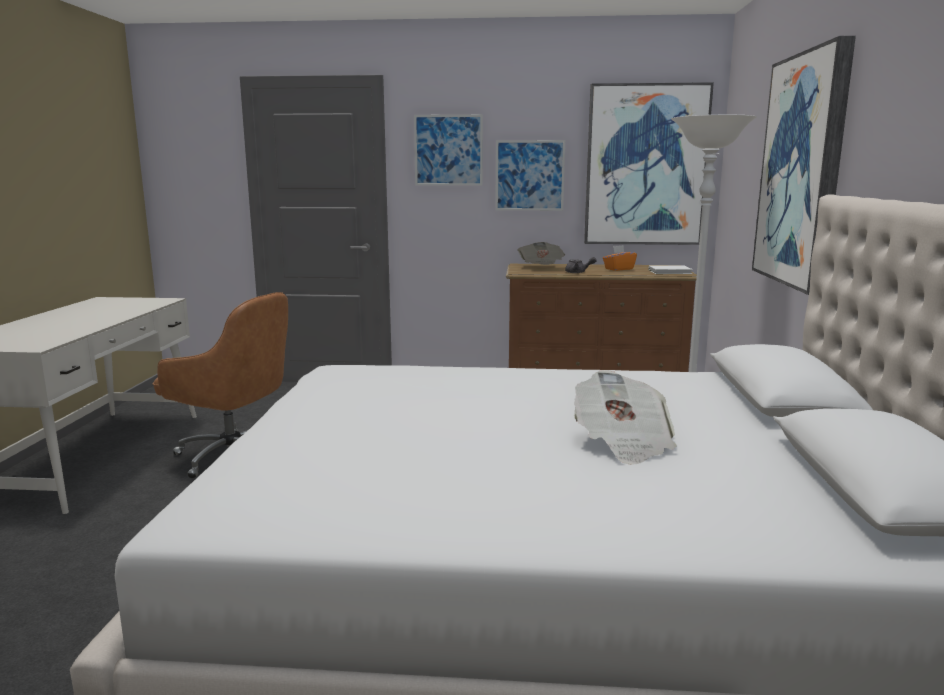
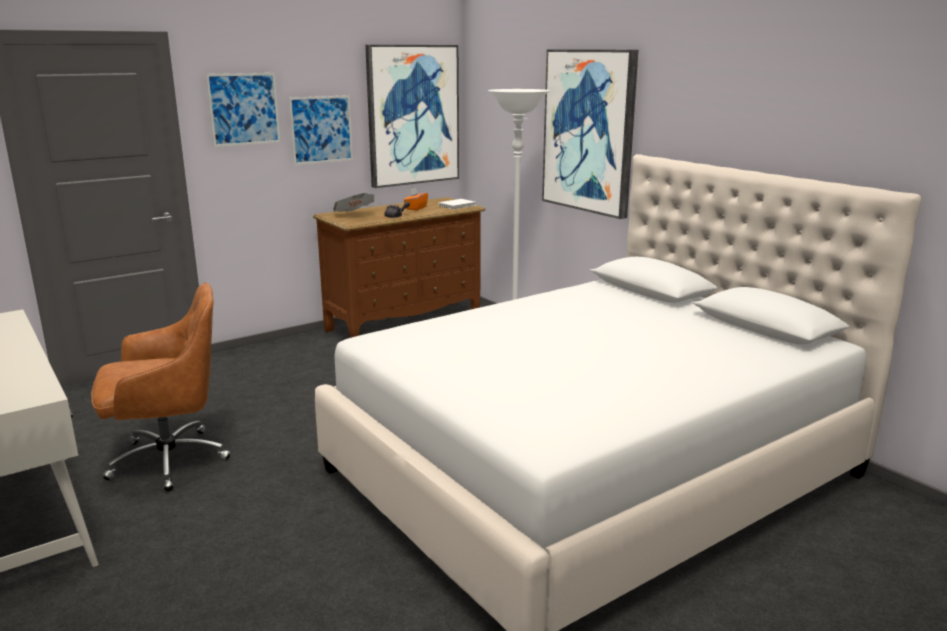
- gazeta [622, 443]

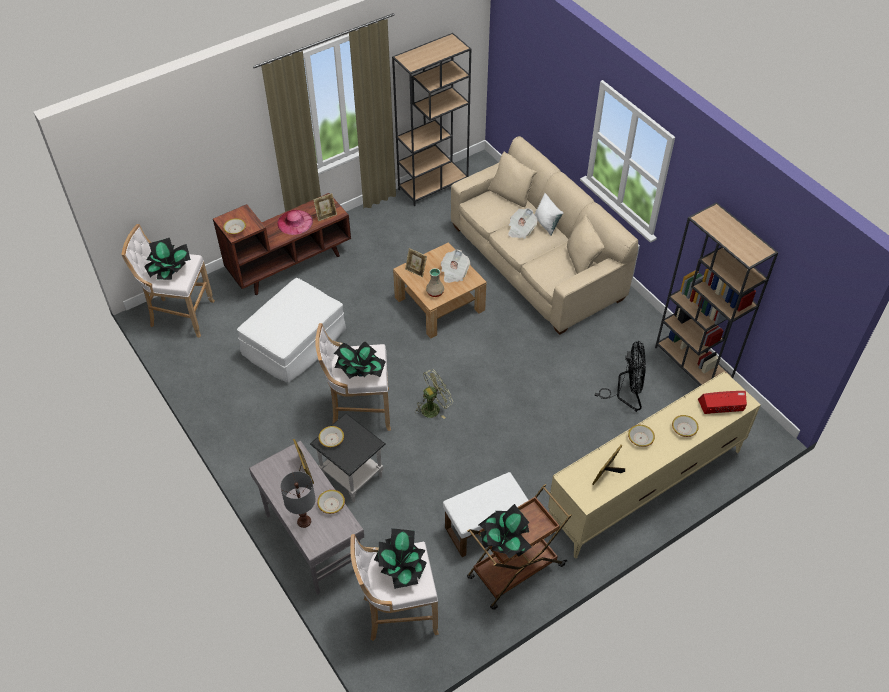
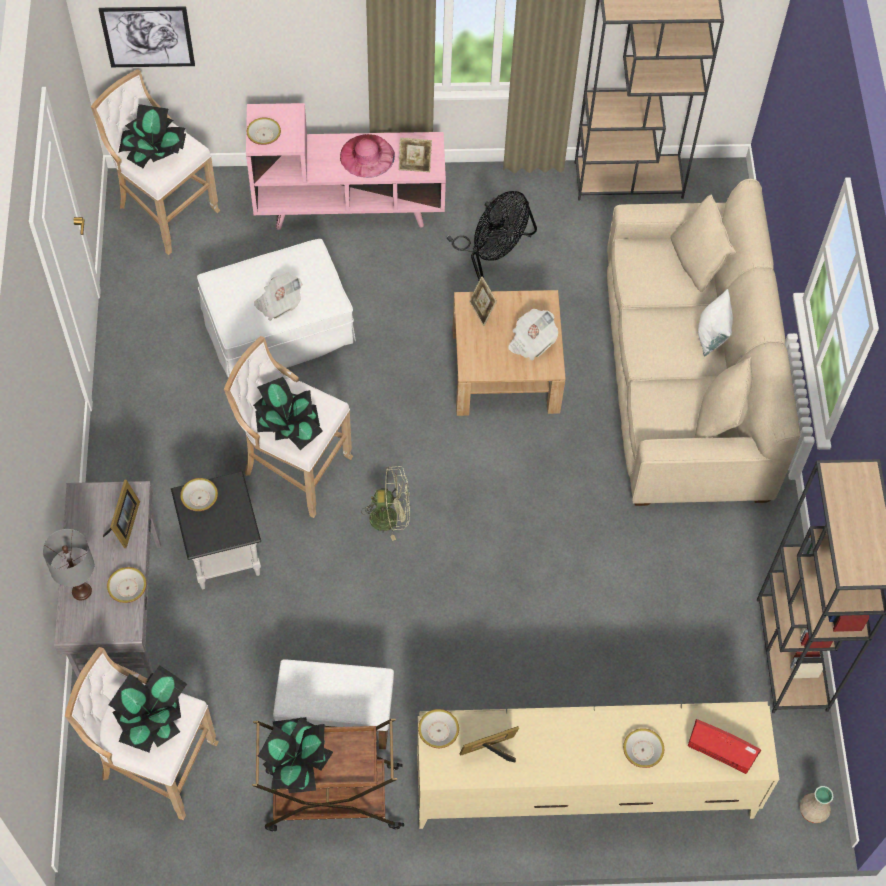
+ obraz [147, 36]
~ szafka pod telewizor [brązowy] [290, 264] to szafka pod telewizor [różowy] [350, 206]
~ gazeta [521, 229] to [279, 303]
~ miska [640, 438] to [438, 731]
~ wentylator [czarny] [626, 389] to [491, 251]
~ wazon [beżowy] [435, 292] to [814, 810]

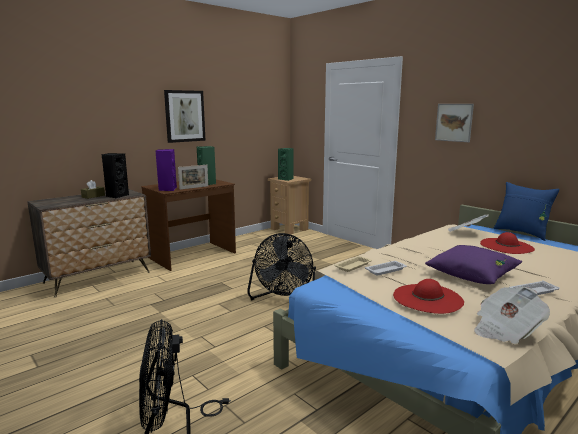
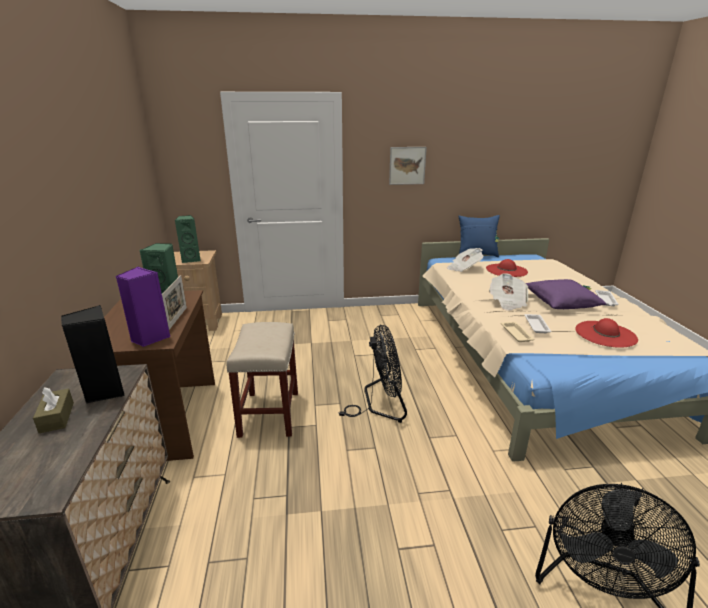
+ stołek [beżowy] [269, 414]
~ wentylator [czarny] [283, 298] = [378, 401] 60 degrees counterclockwise
~ gazeta [505, 330] to [507, 302]
- obraz [184, 116]

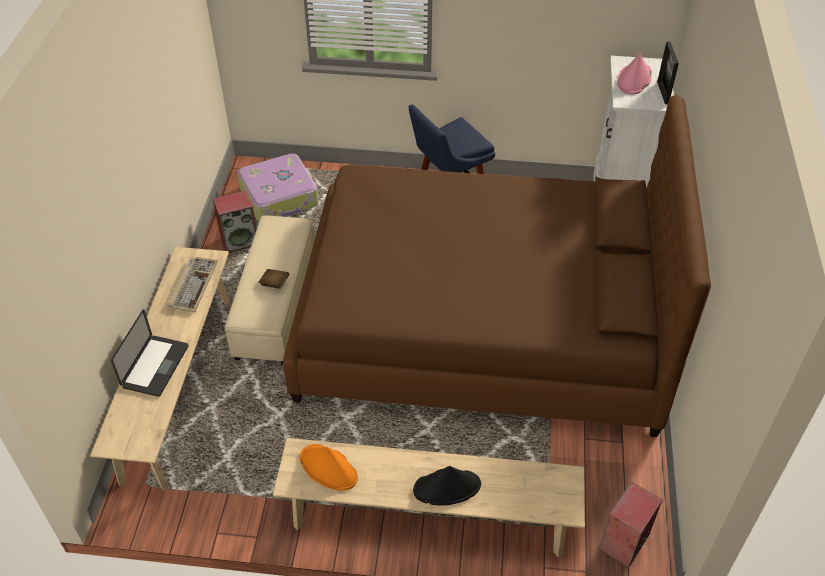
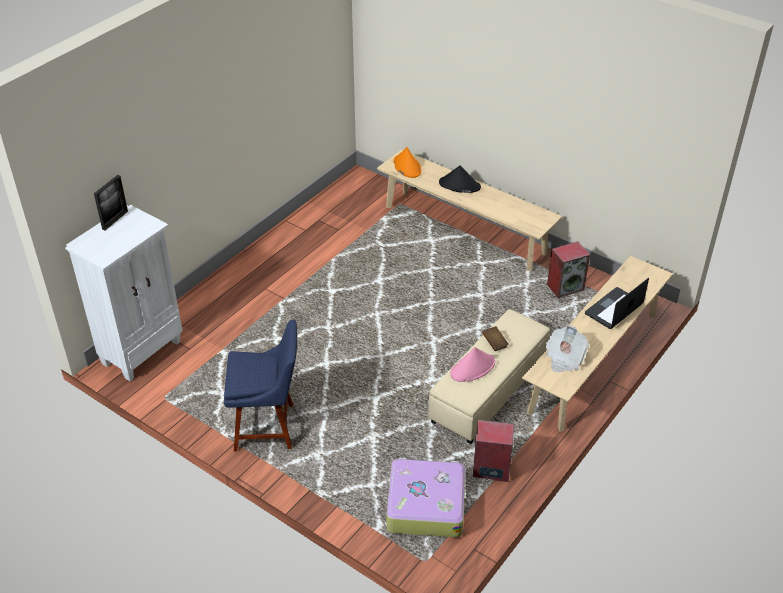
~ kapelusz [pomarańczowy] [329, 468] to [407, 166]
~ kapelusz [różowy] [634, 79] to [472, 368]
~ klawiatura [193, 285] to gazeta [564, 358]
~ głośnik [624, 543] to [565, 287]
- łóżko [brązowy] [481, 324]

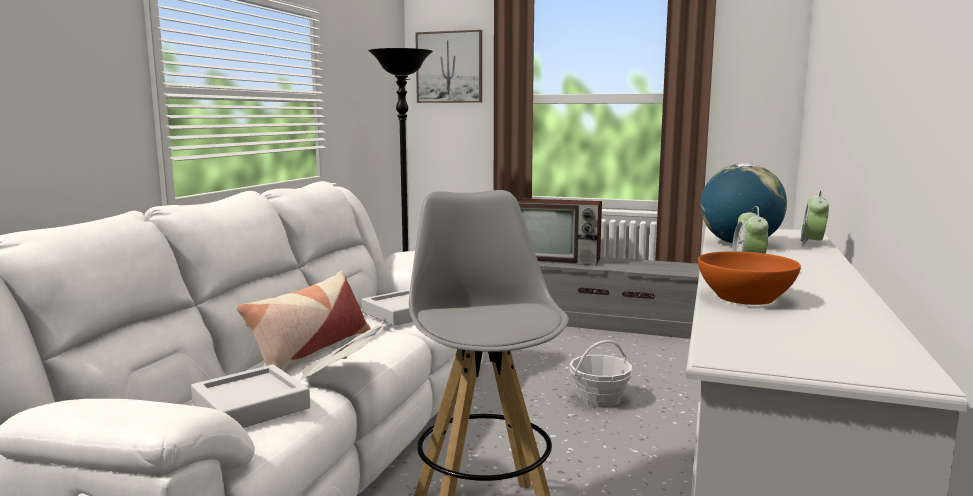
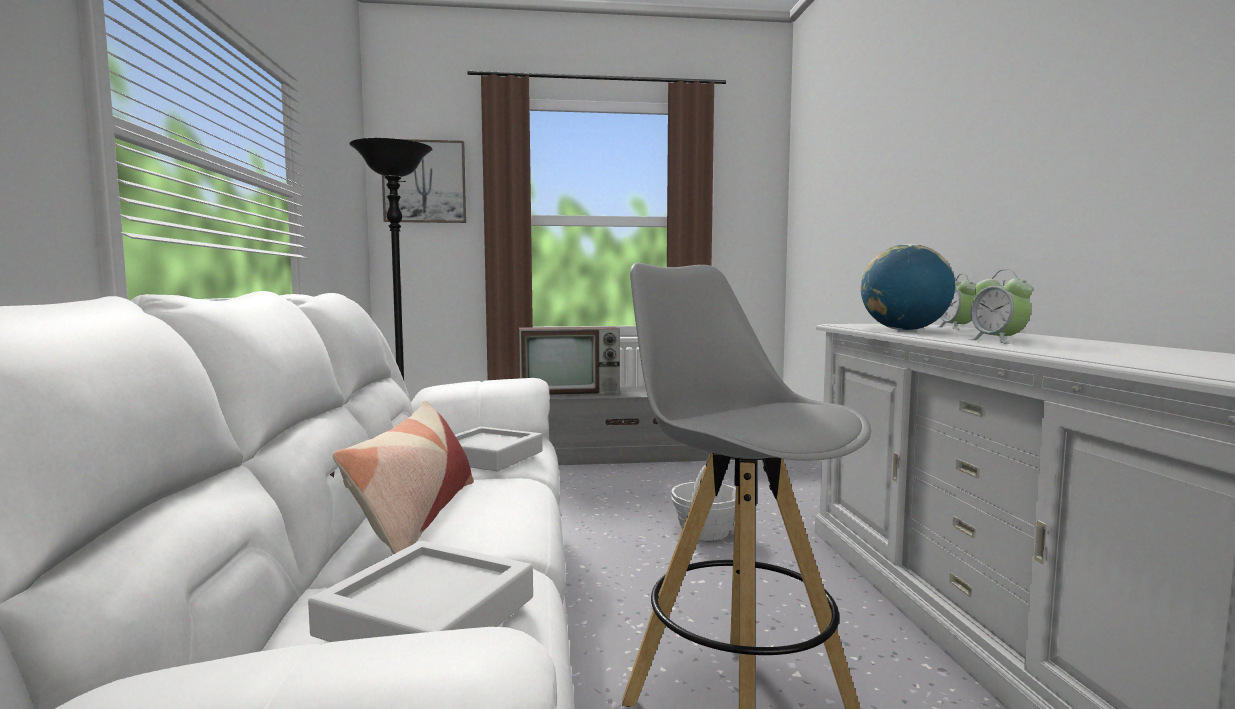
- gazeta [340, 374]
- miska [pomarańczowy] [745, 297]

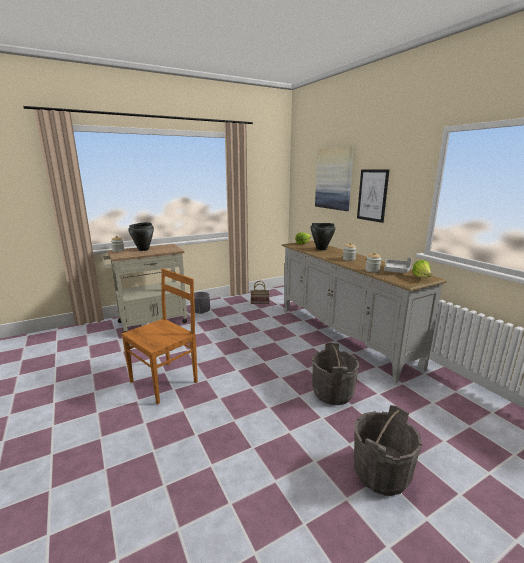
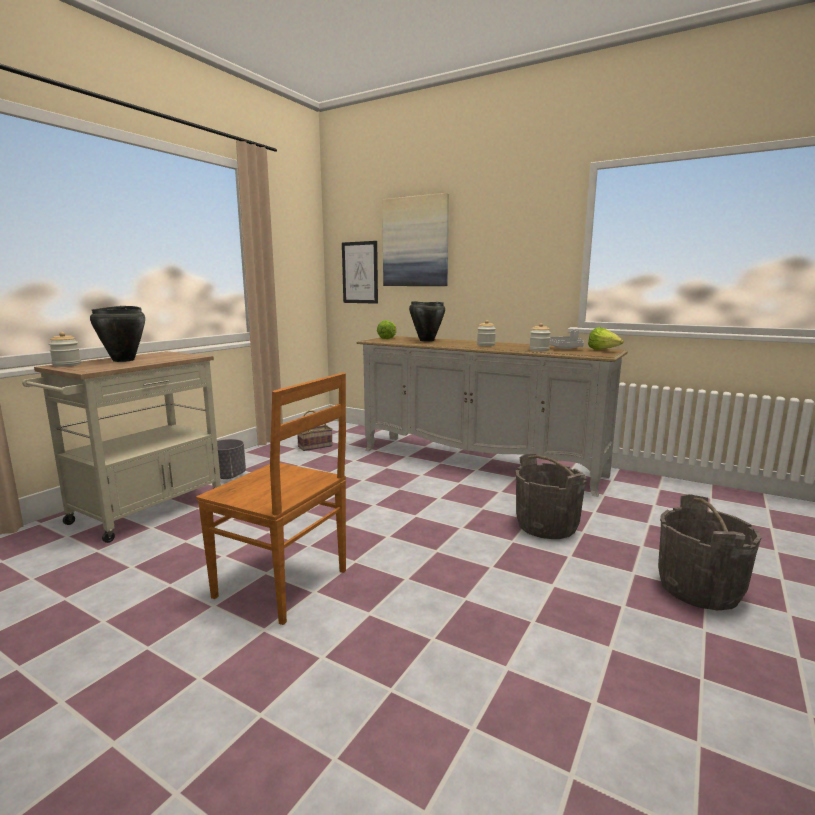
~ krzesło [brązowy] [165, 381] = [284, 585] 105 degrees clockwise
~ obraz [372, 195] to [360, 272]

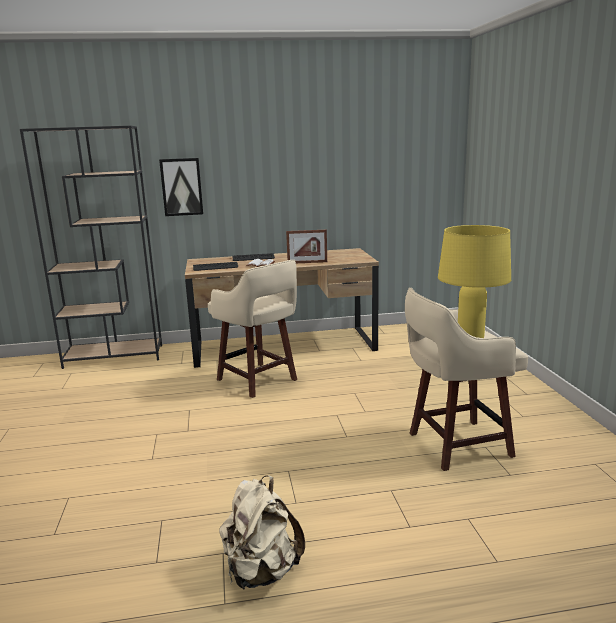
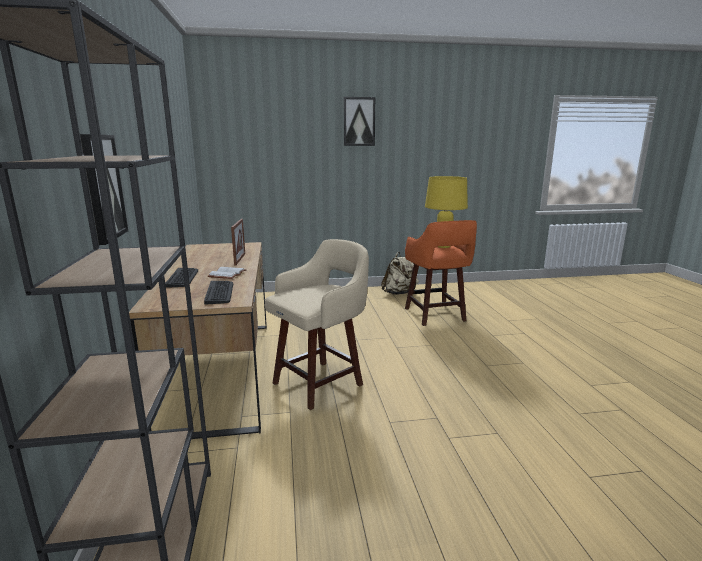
+ obraz [359, 121]
~ plecak [beżowy] [261, 571] to [399, 293]
~ stołek [beżowy] [455, 445] to stołek [pomarańczowy] [435, 316]

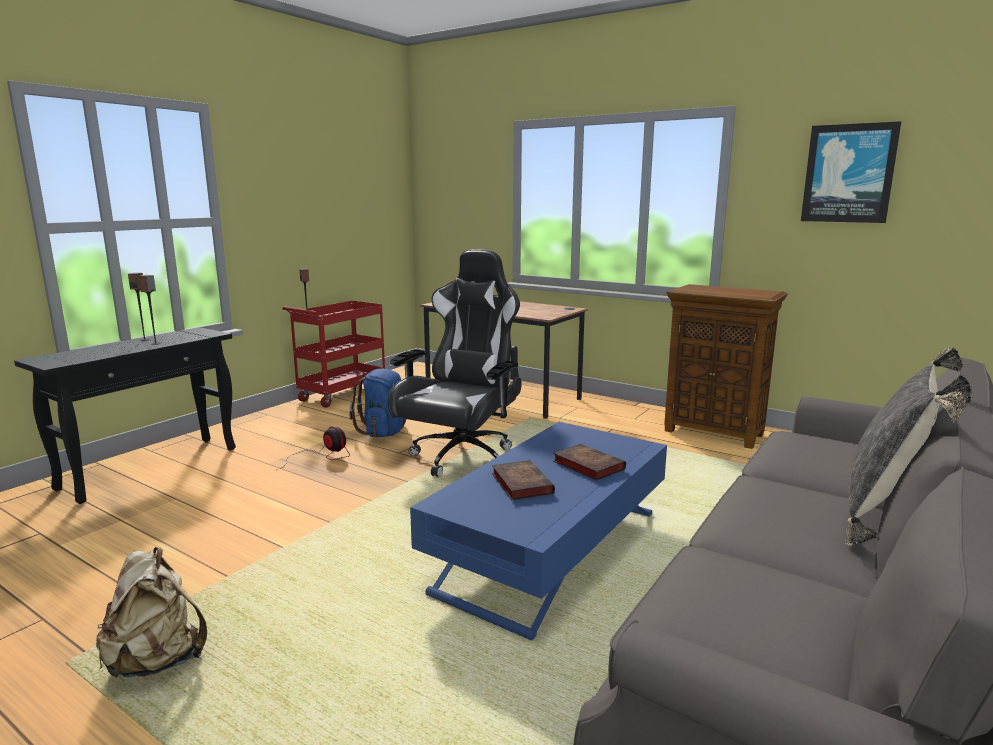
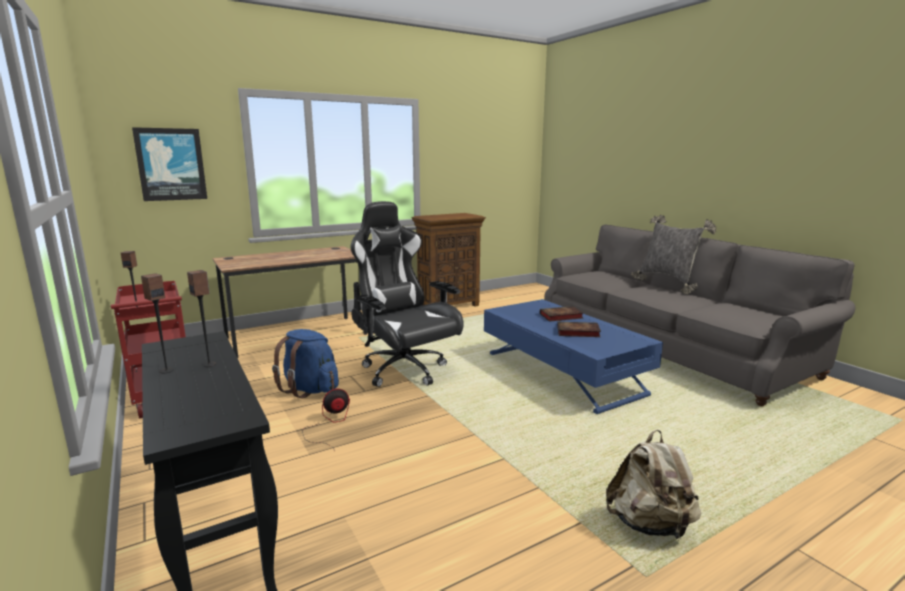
~ obraz [848, 173] to [171, 164]

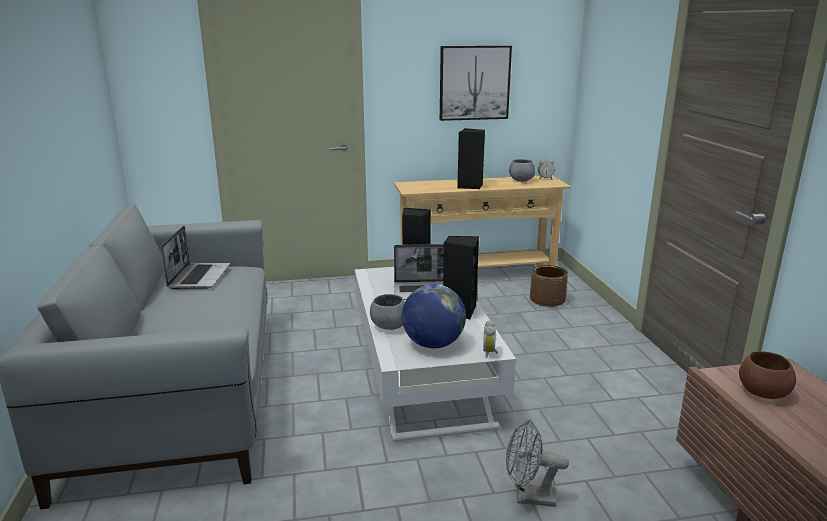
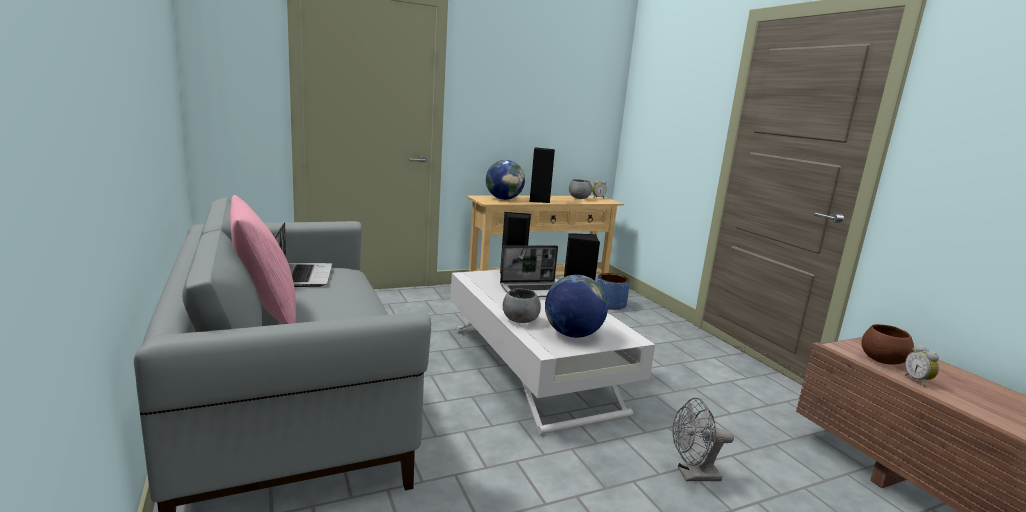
+ poduszka [różowy] [266, 312]
+ globus [503, 199]
~ donica [brązowy] [547, 300] to donica [niebieski] [610, 304]
~ budzik [490, 353] to [918, 381]
- obraz [474, 83]

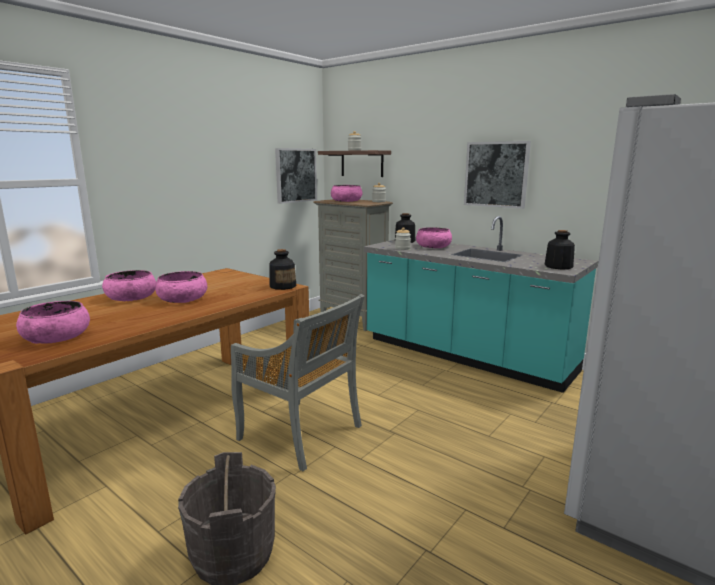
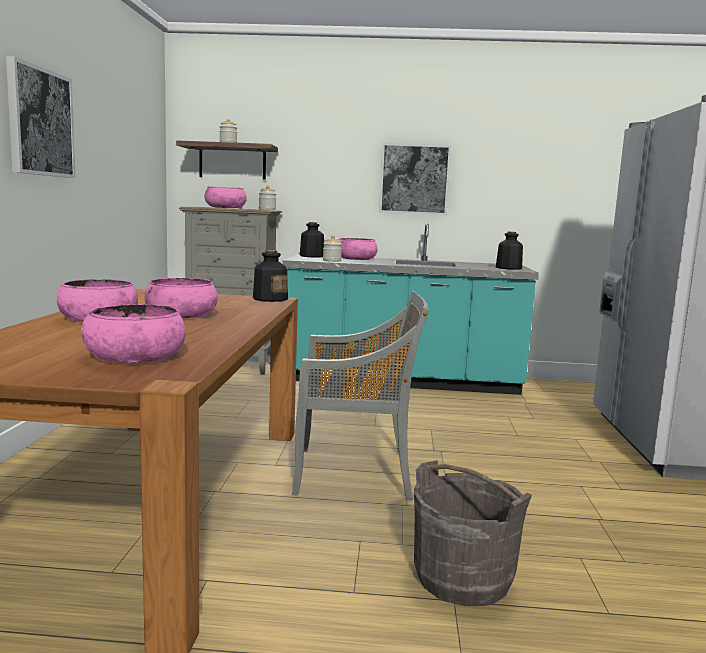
~ obraz [295, 175] to [40, 122]

